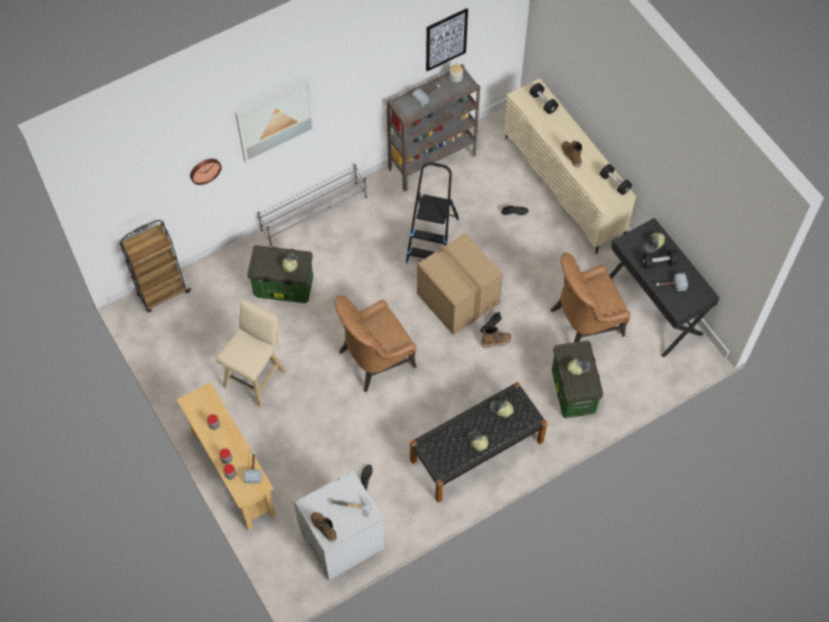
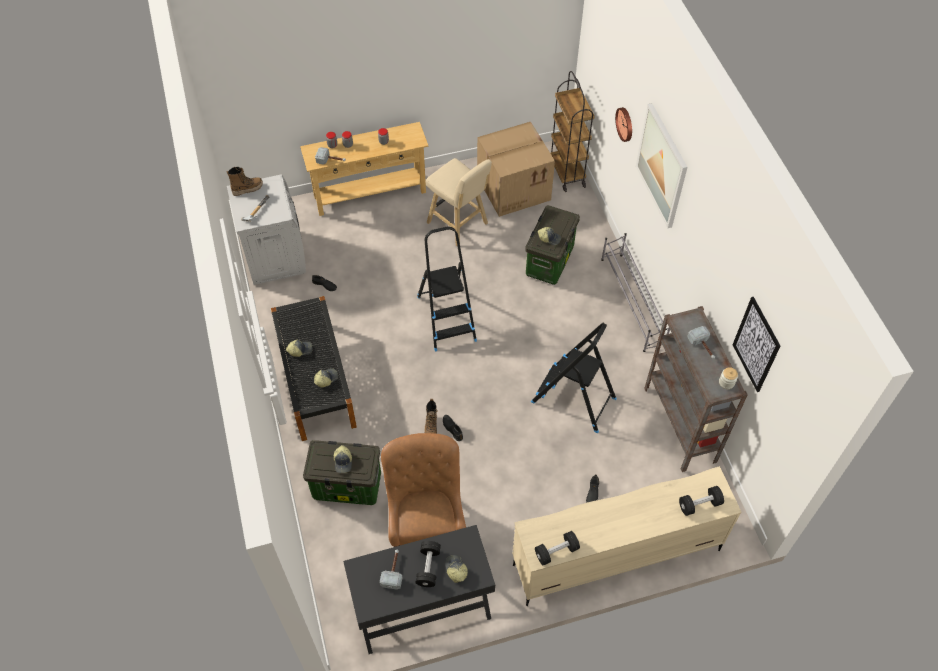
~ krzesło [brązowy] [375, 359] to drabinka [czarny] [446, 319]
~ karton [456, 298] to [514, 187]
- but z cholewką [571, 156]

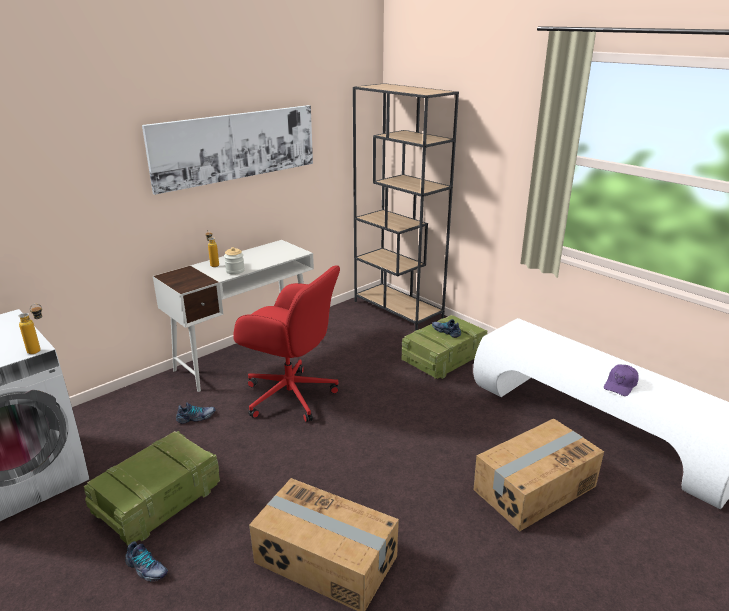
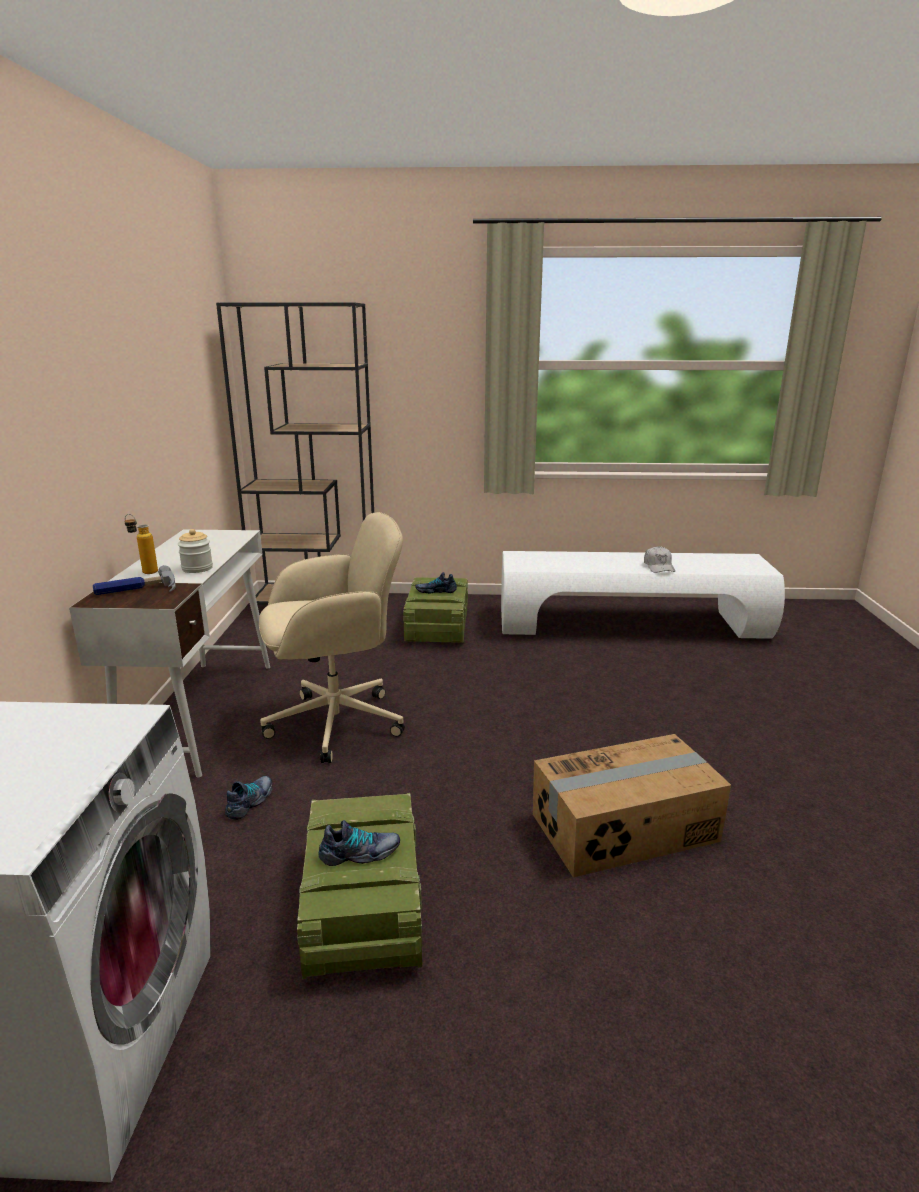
+ młotek [136, 590]
~ krzesło biurowe [czerwony] [291, 397] to krzesło biurowe [beżowy] [338, 724]
~ but [146, 569] to [360, 854]
~ czapka z daszkiem [fioletowy] [620, 385] to czapka z daszkiem [biały] [658, 567]
- butelka [39, 350]
- obraz [236, 146]
- karton [533, 487]

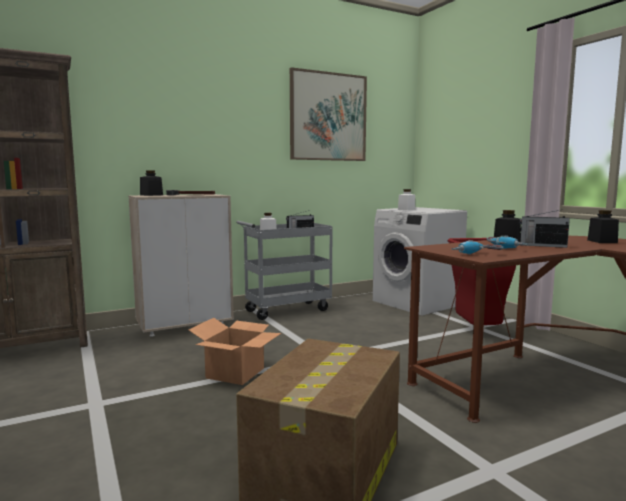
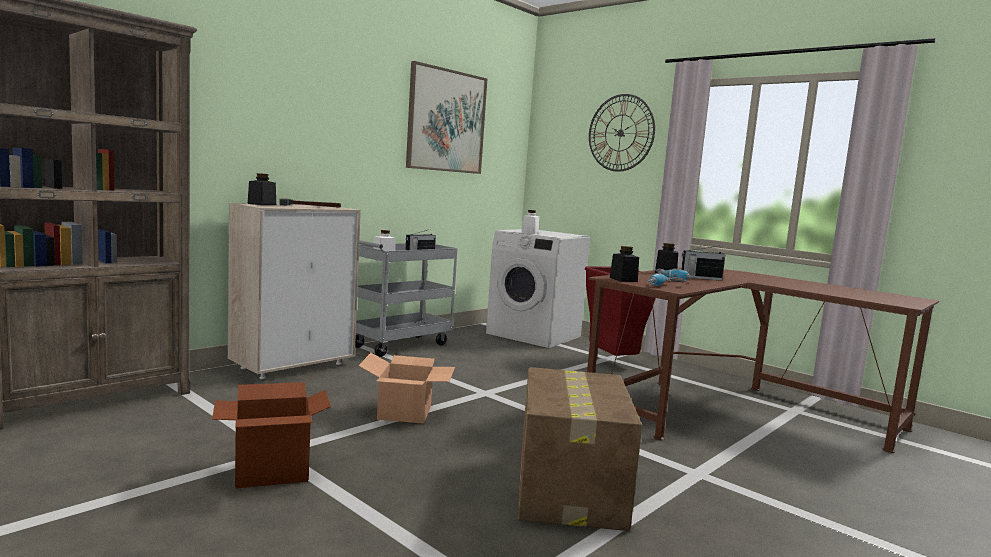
+ karton [271, 473]
+ zegar ścienny [620, 133]
~ słoik [czarny] [602, 241] to [623, 279]

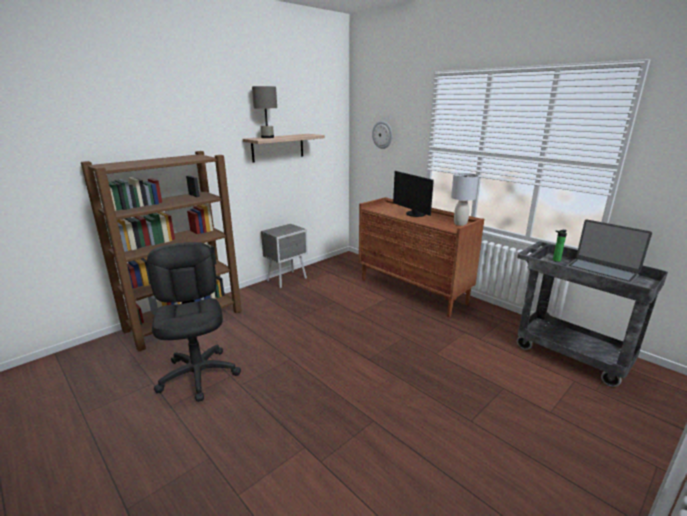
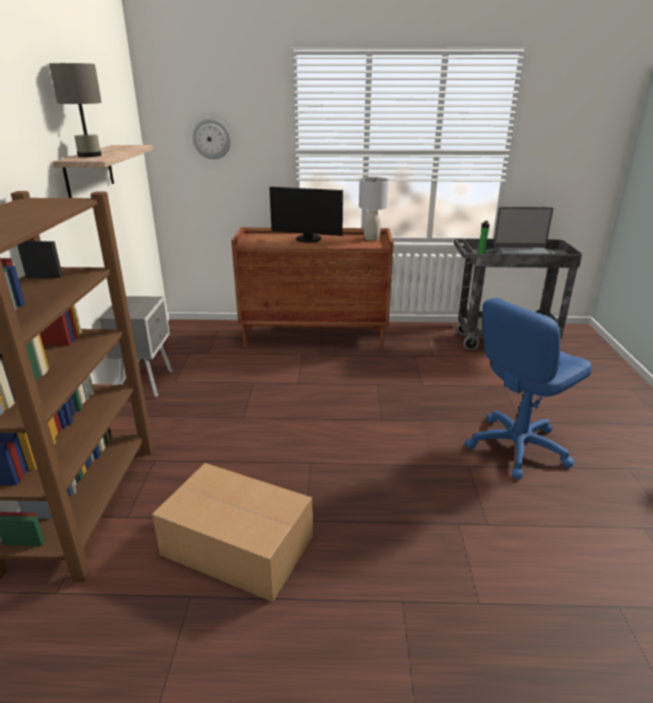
~ krzesło biurowe [czarny] [199, 375] to karton [236, 545]
+ krzesło biurowe [niebieski] [517, 447]

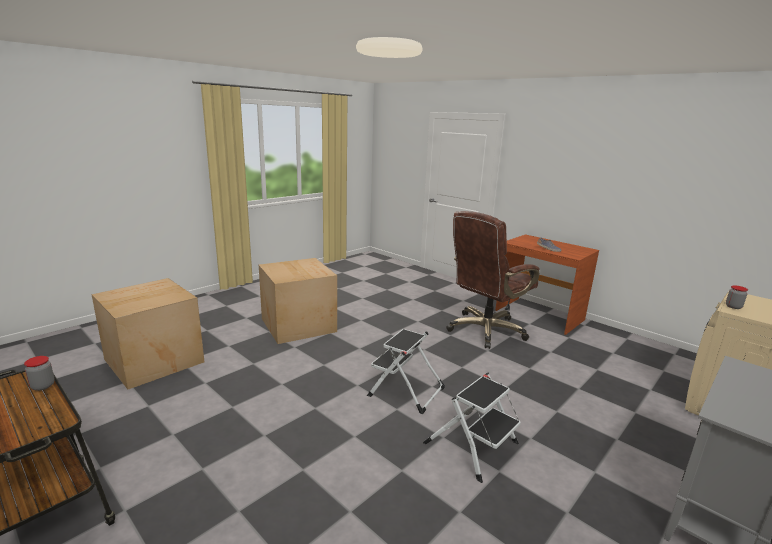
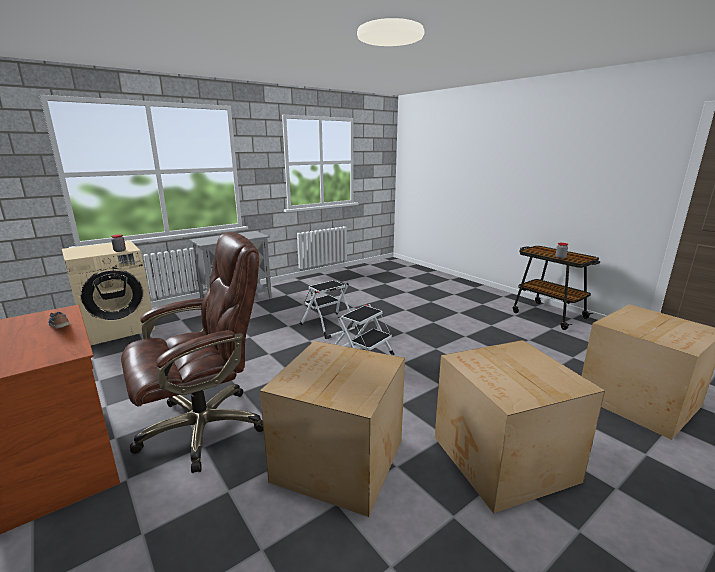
+ karton [337, 461]

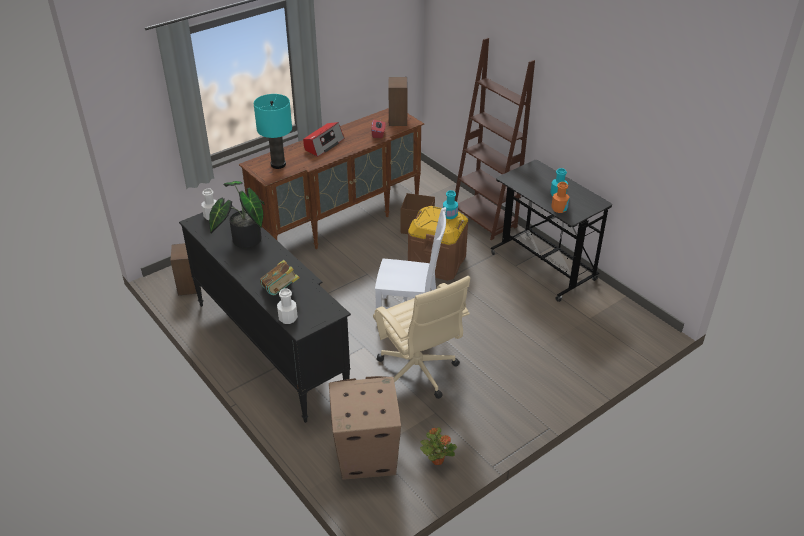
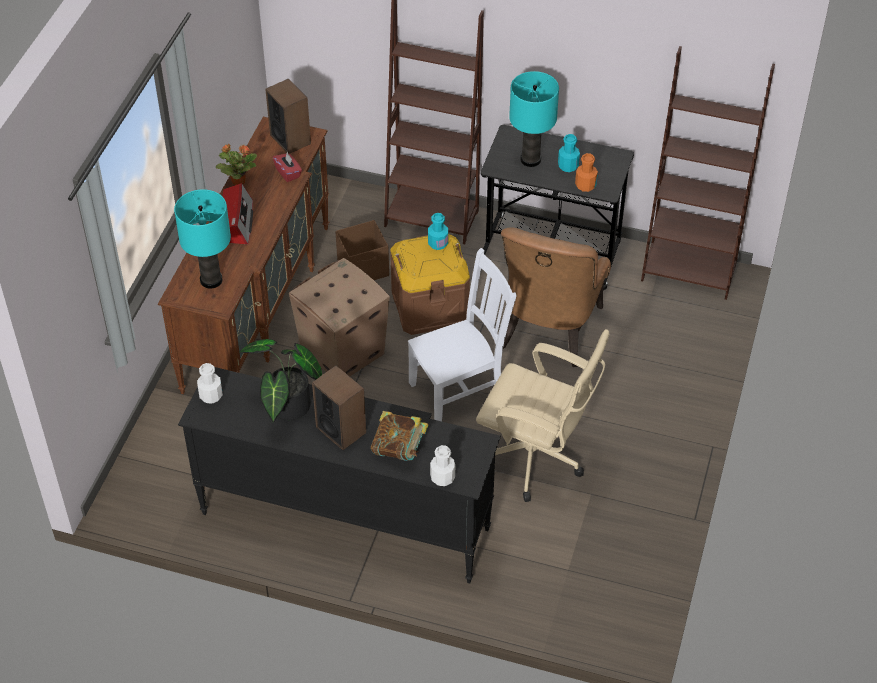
~ roślina doniczkowa [437, 460] to [238, 181]
~ karton [365, 456] to [341, 353]
~ głośnik [188, 286] to [341, 429]
+ krzesło [brązowy] [549, 328]
+ lampa stołowa [turkusowy] [530, 160]
+ regał [brązowy] [688, 272]

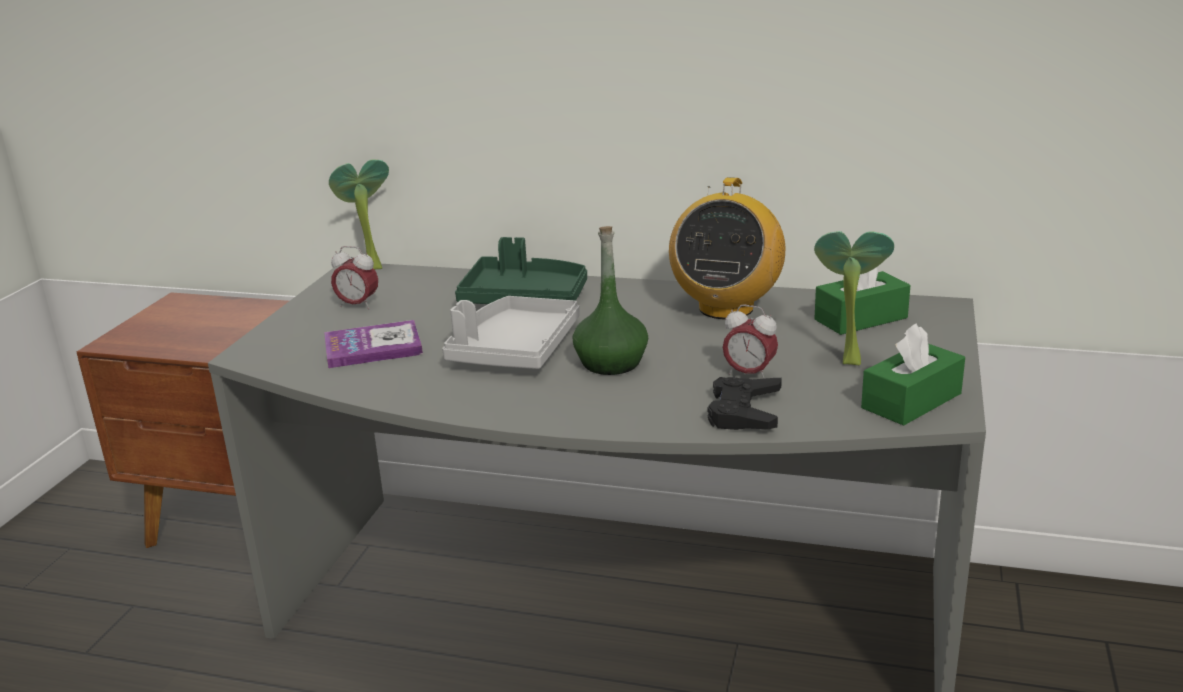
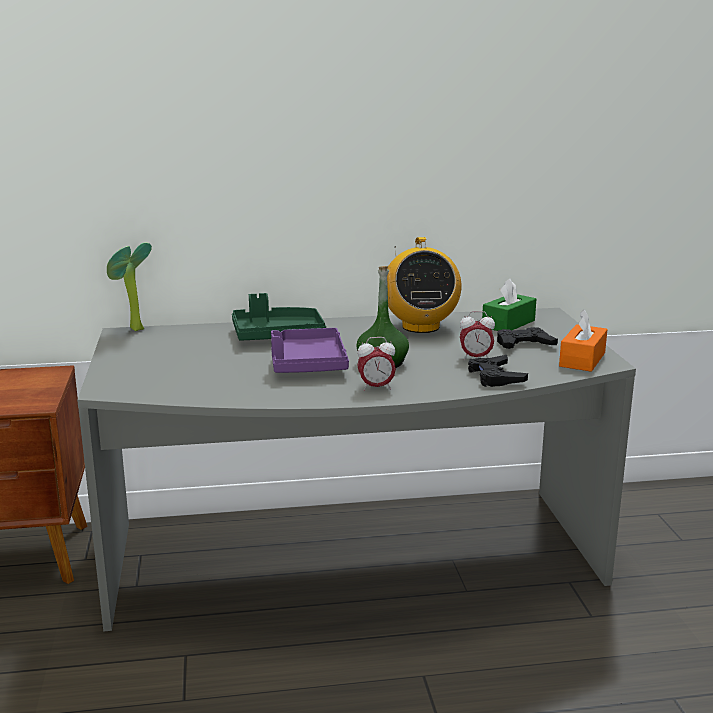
~ taca [szary] [514, 350] to taca [fioletowy] [307, 364]
~ budzik [357, 305] to [376, 388]
~ roślina doniczkowa [846, 360] to pad do gier [czarny] [524, 345]
~ pudełko chusteczek [zielony] [911, 401] to pudełko chusteczek [pomarańczowy] [582, 359]
- książka [373, 347]

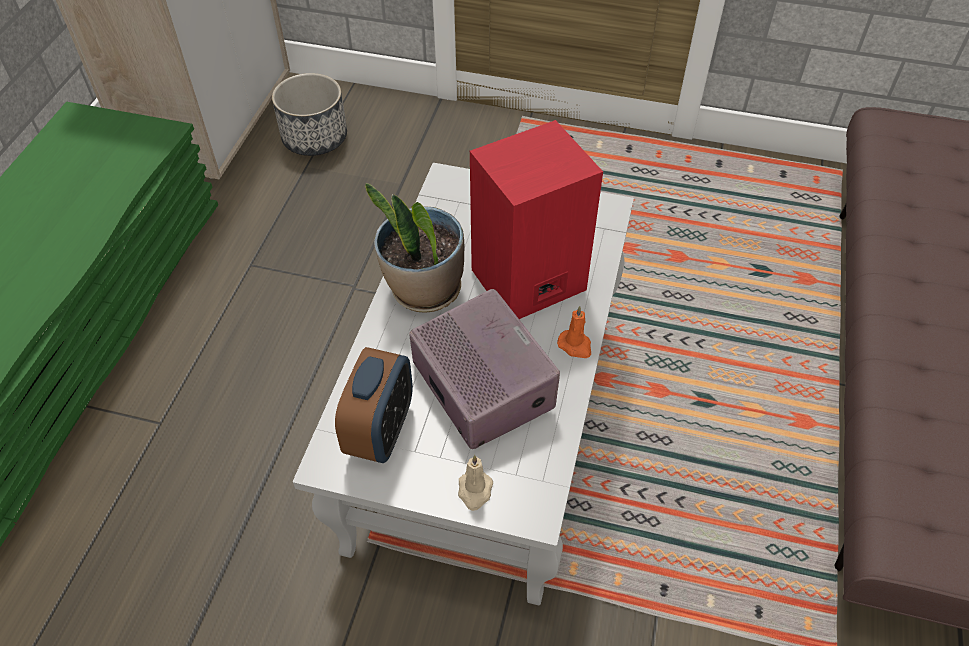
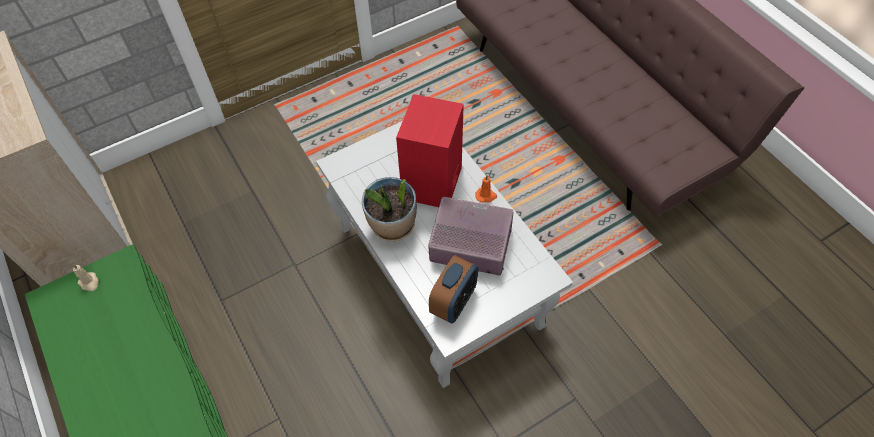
~ świeca [beżowy] [475, 491] to [89, 282]
~ budzik [380, 431] = [453, 302] 60 degrees clockwise
- donica [314, 137]

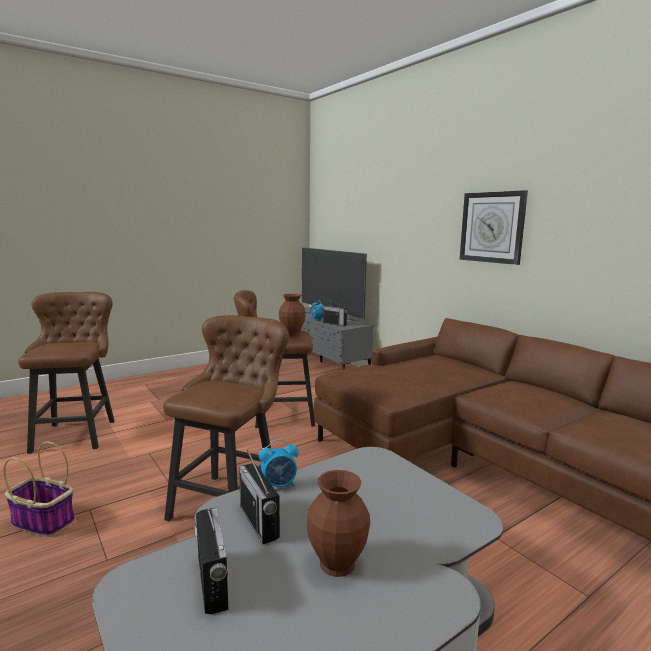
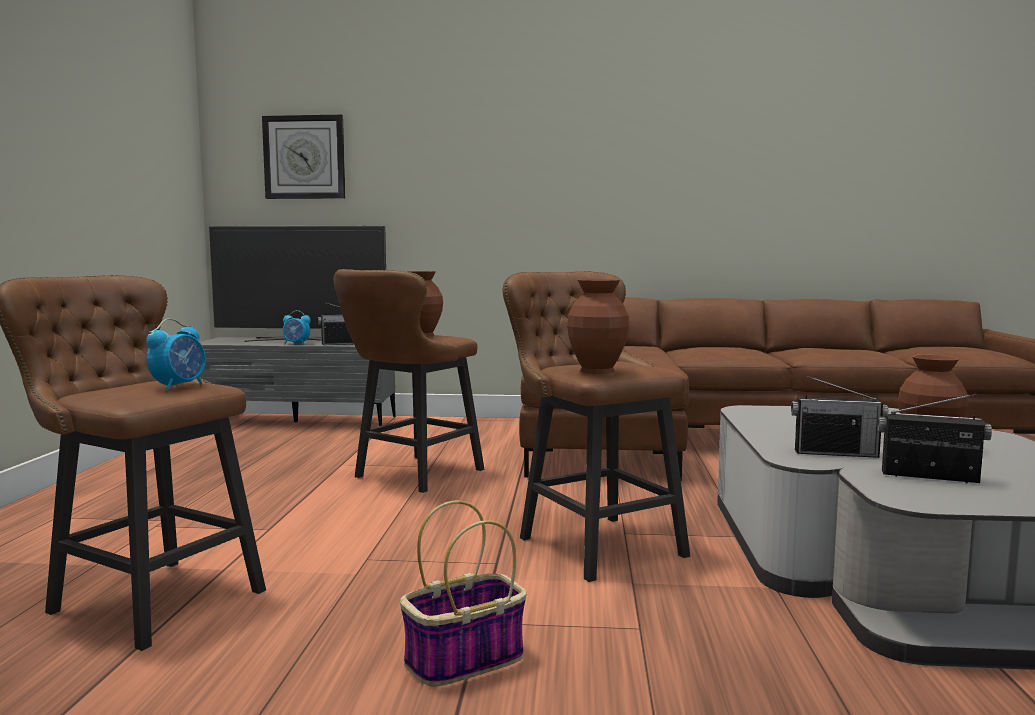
~ budzik [279, 485] to [179, 386]
~ zegar ścienny [492, 227] to [304, 157]
+ wazon [brązowy] [596, 371]

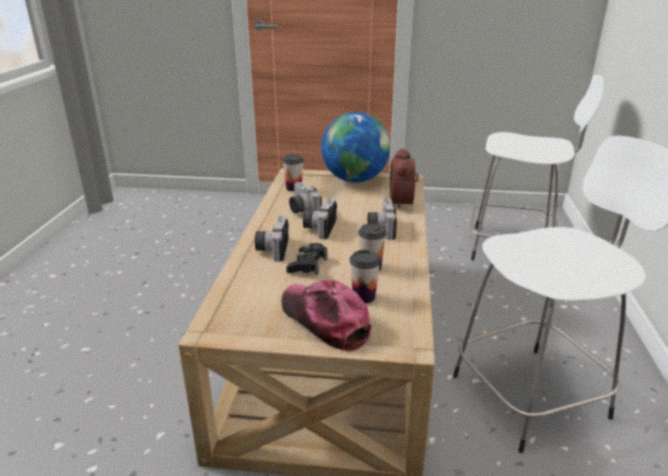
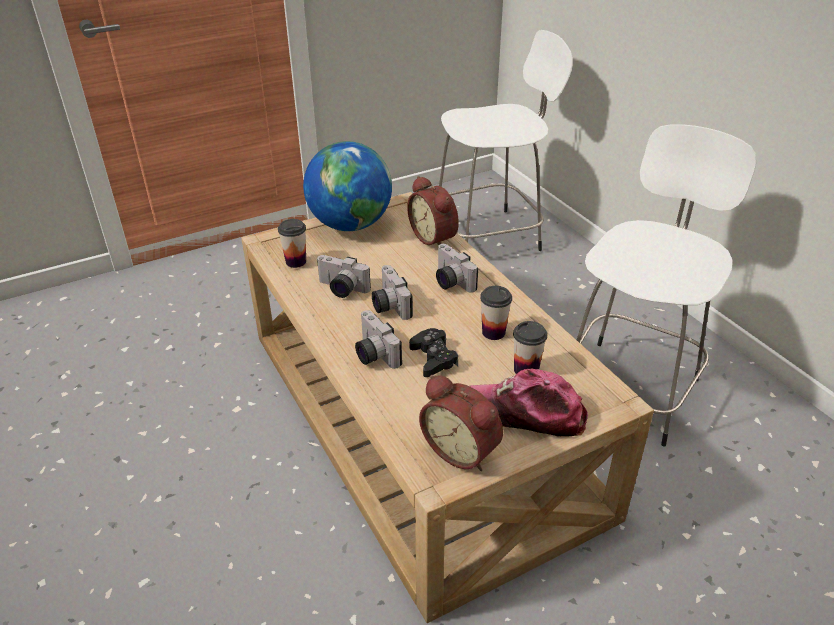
+ budzik [462, 449]

